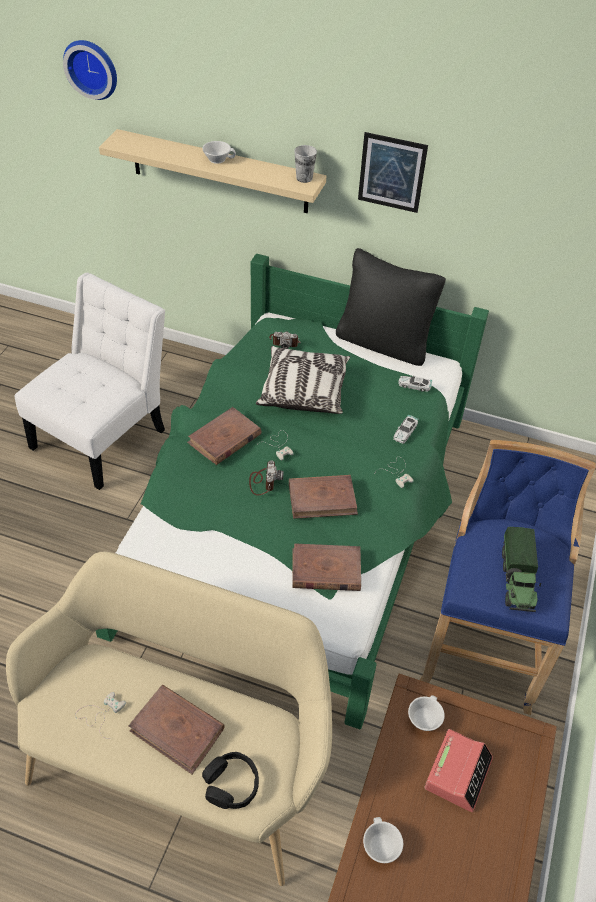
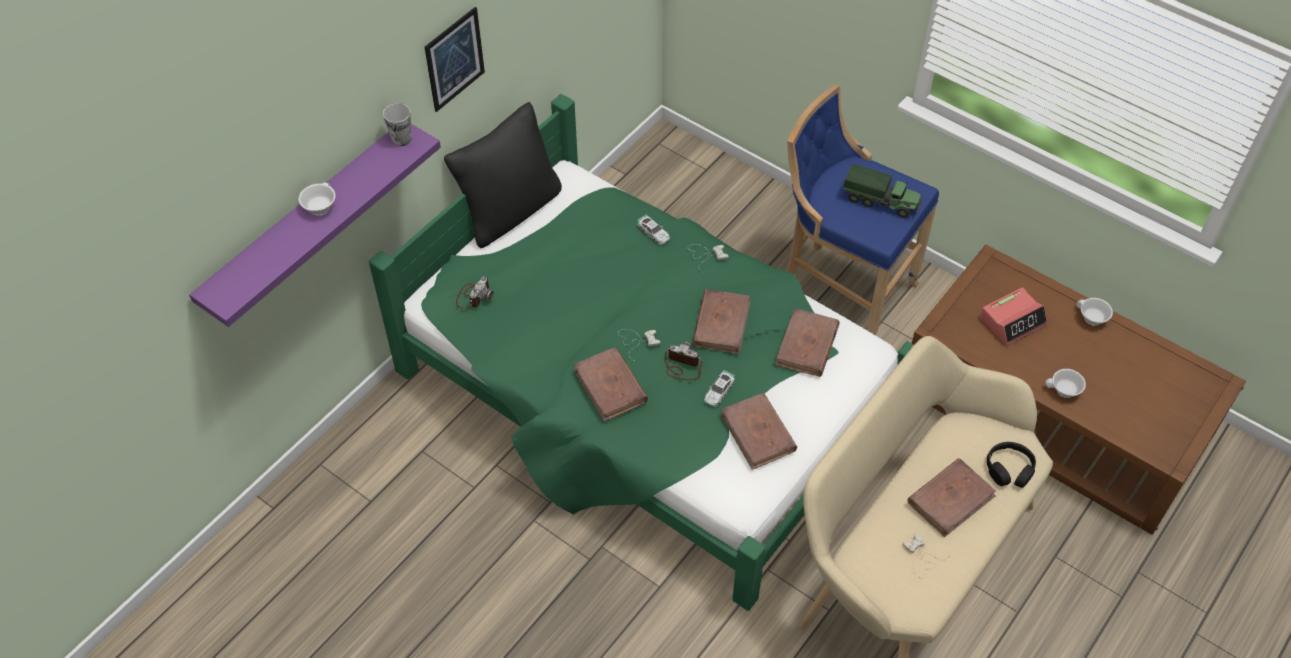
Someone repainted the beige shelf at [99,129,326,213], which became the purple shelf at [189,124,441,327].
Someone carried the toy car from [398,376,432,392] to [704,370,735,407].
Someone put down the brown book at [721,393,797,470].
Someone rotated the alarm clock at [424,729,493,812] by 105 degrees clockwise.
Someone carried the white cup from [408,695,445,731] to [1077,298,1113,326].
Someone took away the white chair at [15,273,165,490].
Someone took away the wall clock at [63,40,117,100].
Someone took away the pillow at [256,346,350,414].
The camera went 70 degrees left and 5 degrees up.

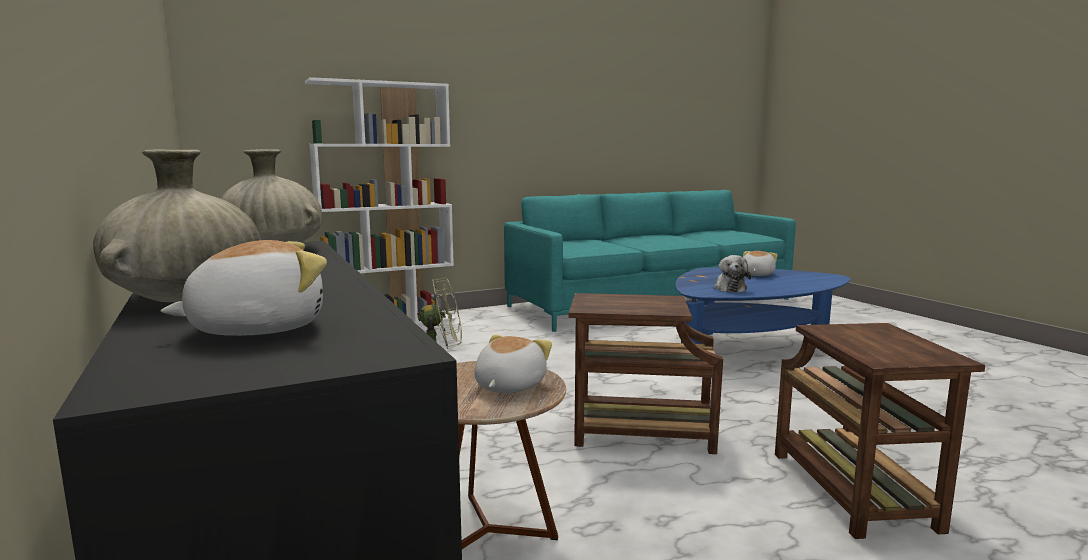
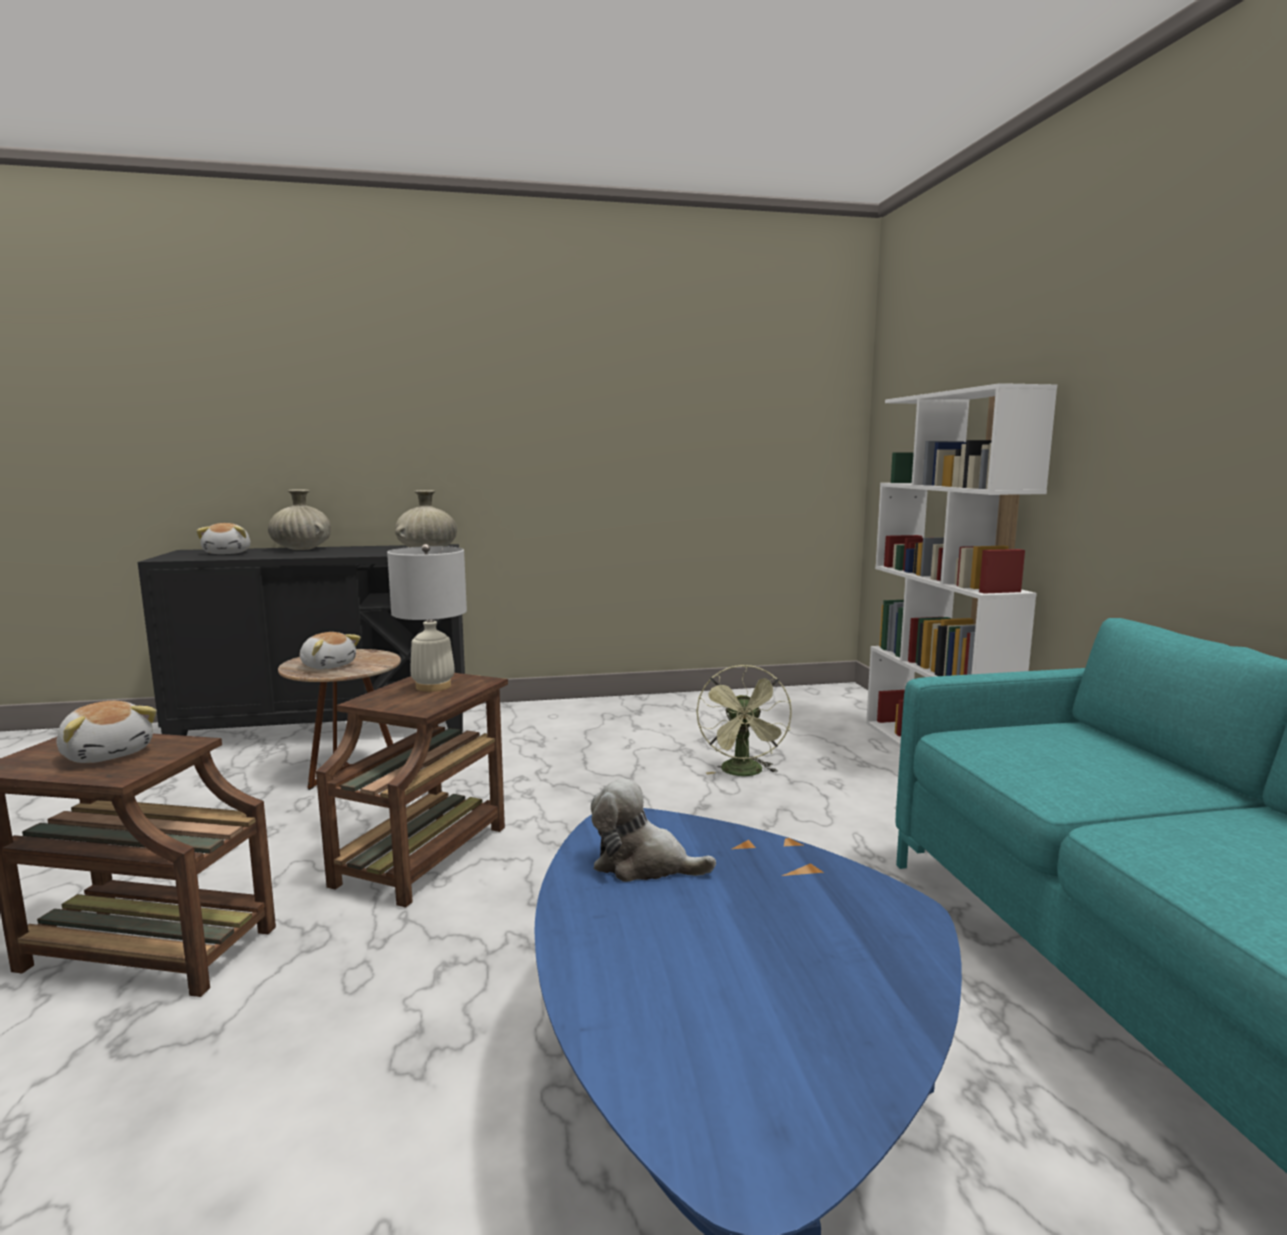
Someone carried the plush toy from [743,251,778,276] to [56,701,157,763].
Someone put down the white table lamp at [387,544,467,692].
The camera went 105 degrees right and 0 degrees up.

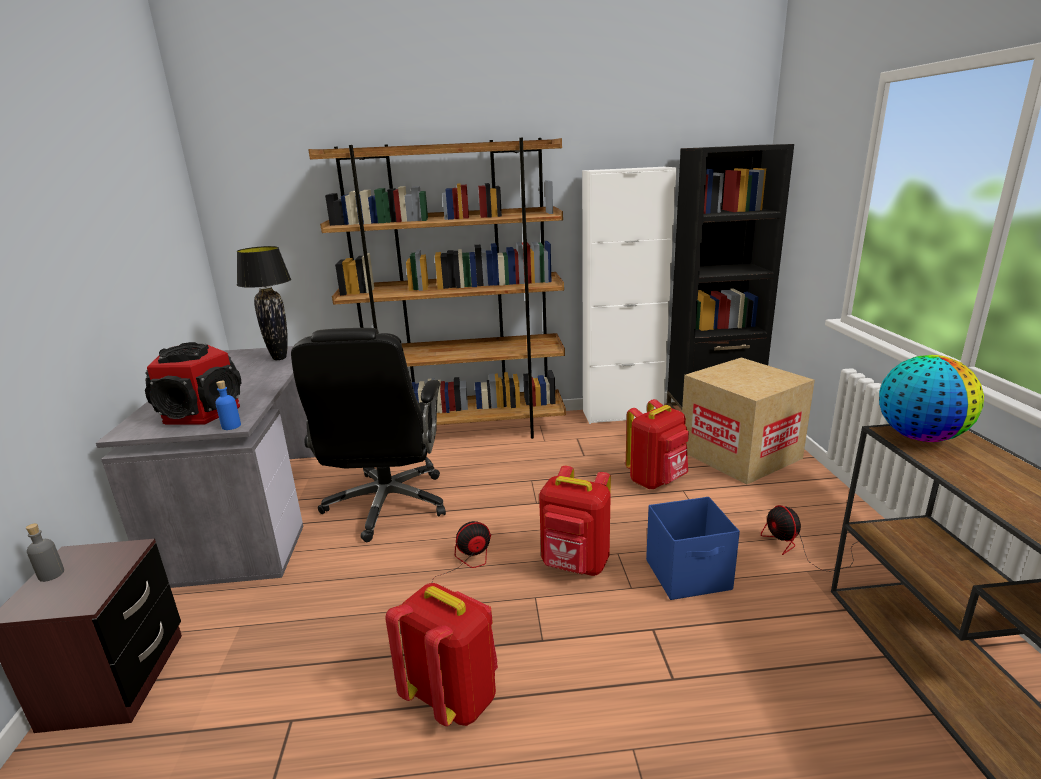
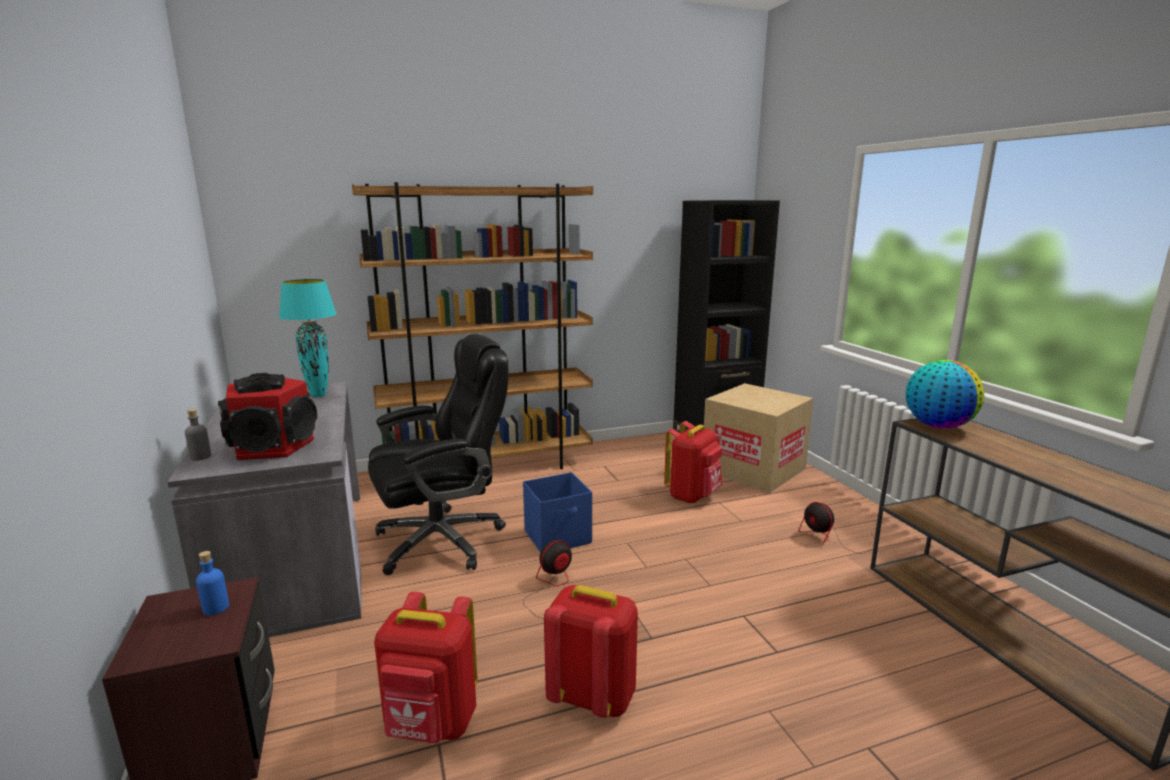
Someone carried the grey bottle from [26,523,64,582] to [185,409,211,461].
Someone carried the blue bottle from [215,381,241,430] to [196,551,229,615].
Someone repainted the black table lamp at [237,246,291,360], which became the turquoise table lamp at [279,279,337,397].
Someone rotated the black office chair at [291,328,446,542] by 105 degrees counterclockwise.
Someone carried the red backpack from [539,466,611,576] to [374,592,478,743].
Someone carried the blue storage box from [646,497,740,600] to [523,472,592,553].
Someone took away the white cabinet at [582,167,676,424].
The camera went 15 degrees left and 5 degrees down.

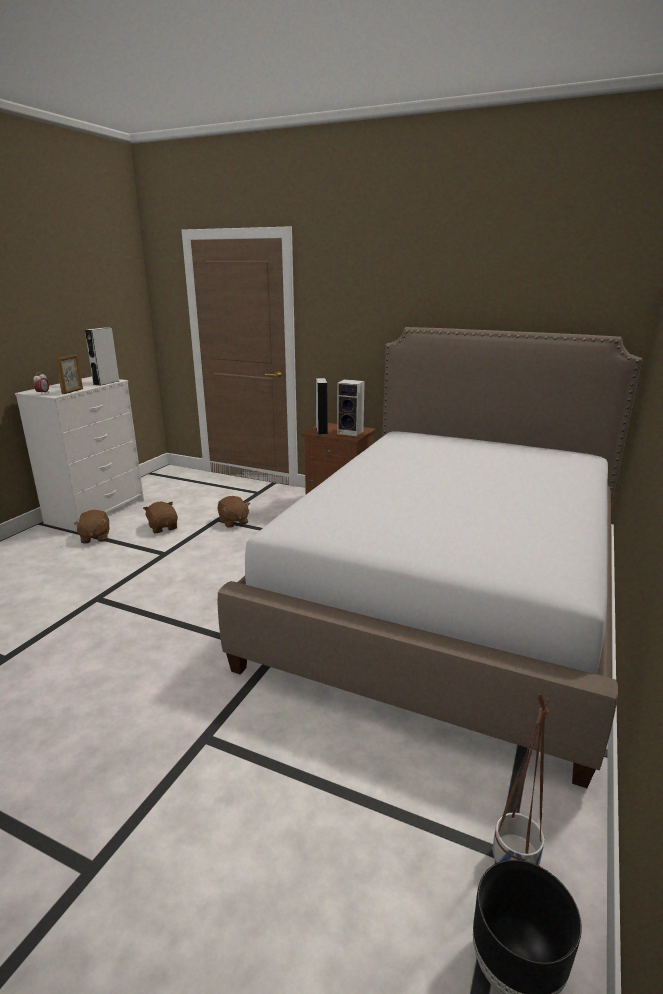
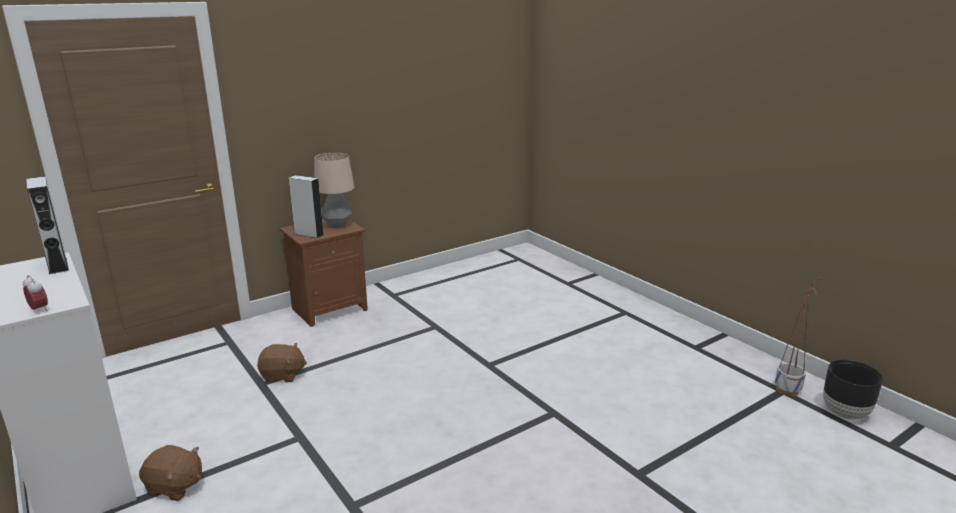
Someone swapped the speaker at [337,379,365,436] for the table lamp at [314,153,354,229].
Someone took away the picture frame at [56,354,83,394].
Someone took away the brown plush toy at [143,501,178,533].
Someone took away the bed at [218,327,642,788].
The camera went 60 degrees left and 0 degrees up.

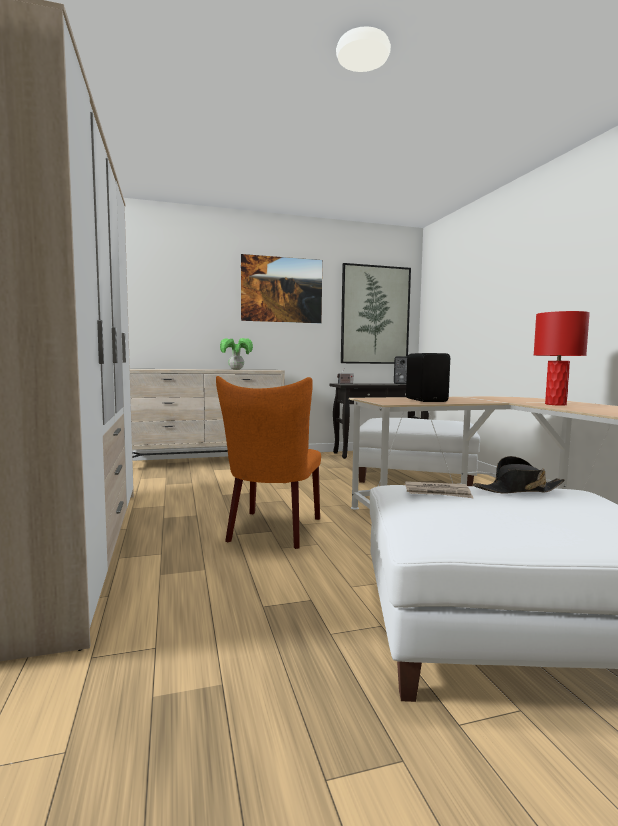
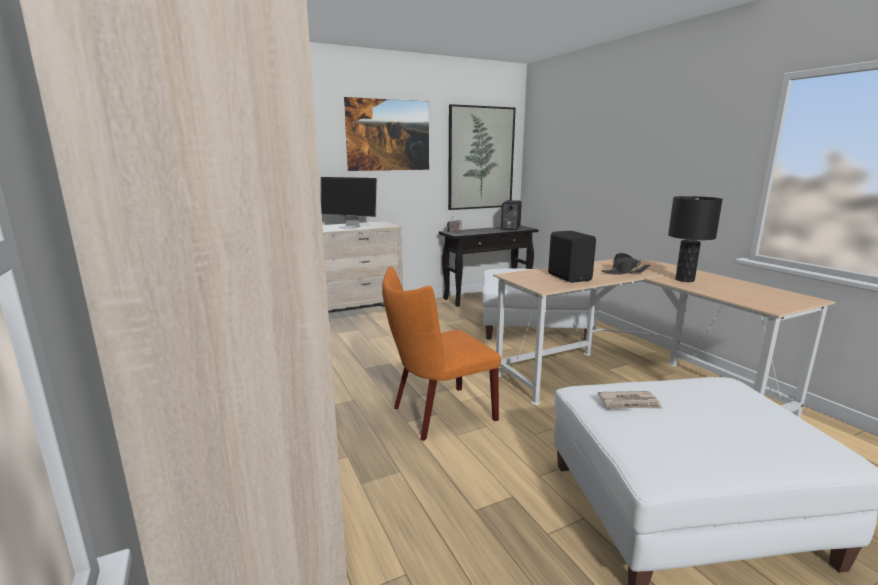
Someone swapped the potted plant at [220,338,253,370] for the monitor at [320,177,377,229].
Someone rotated the orange chair at [216,376,321,549] by 60 degrees clockwise.
Someone carried the black hat from [473,456,565,494] to [601,253,650,275].
Someone repainted the red table lamp at [534,311,590,406], which became the black table lamp at [668,196,723,282].
The camera went 10 degrees left and 10 degrees up.

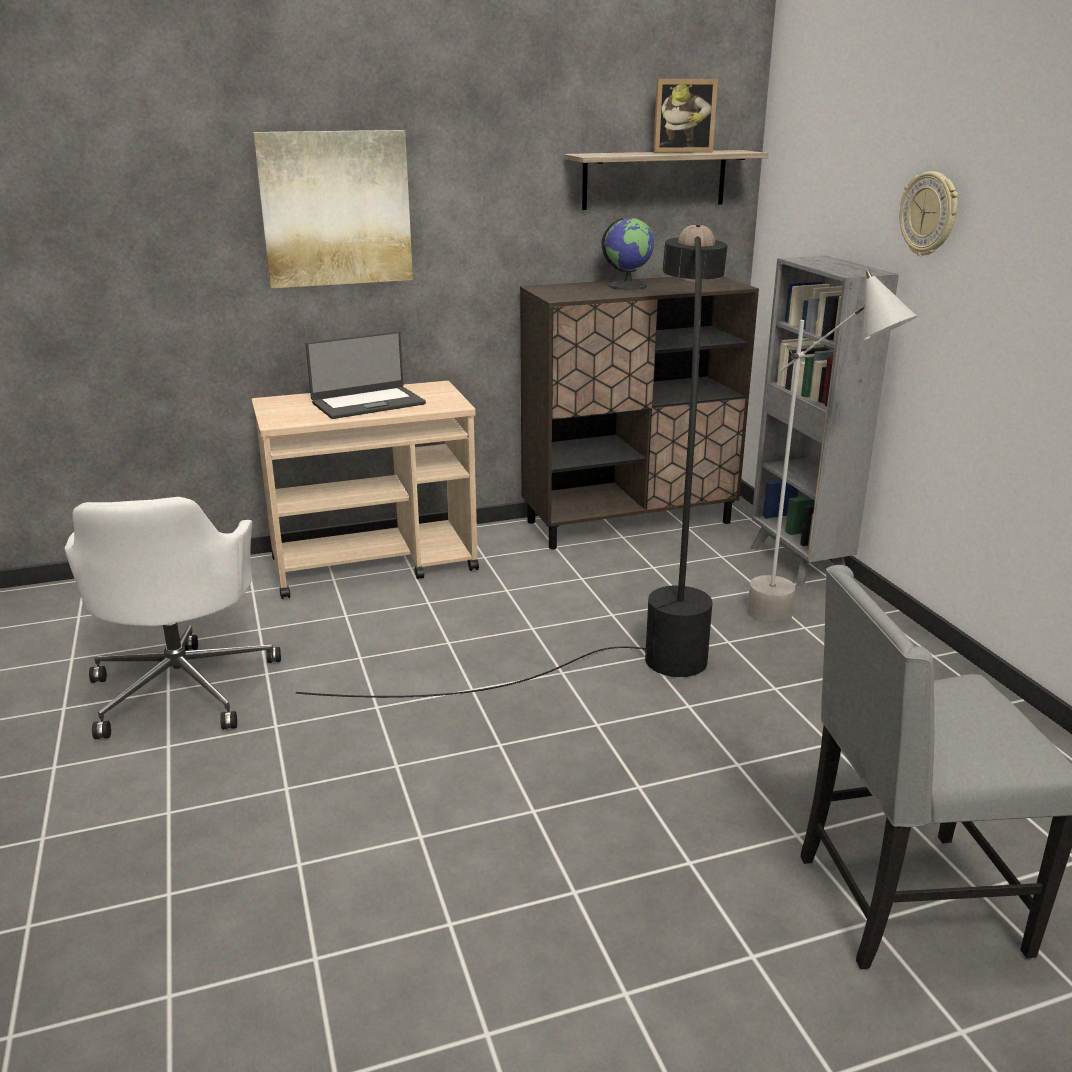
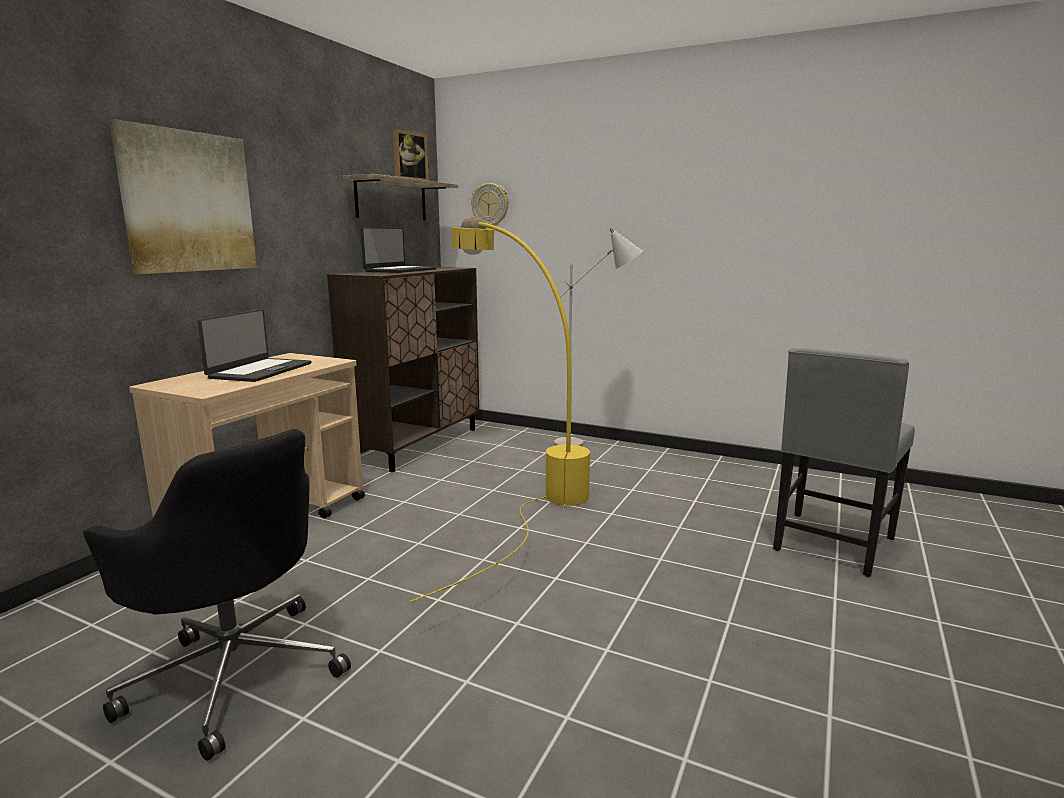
Someone repainted the white office chair at [65,497,281,739], which became the black office chair at [83,429,351,761].
Someone swapped the globe at [601,218,654,290] for the laptop at [360,227,437,273].
Someone repainted the black floor lamp at [296,225,727,698], which became the yellow floor lamp at [409,216,590,603].
Someone carried the wall clock from [900,171,958,256] to [471,183,509,226].
Someone took away the grey bookcase at [751,255,899,586].
The camera went 45 degrees left and 10 degrees down.

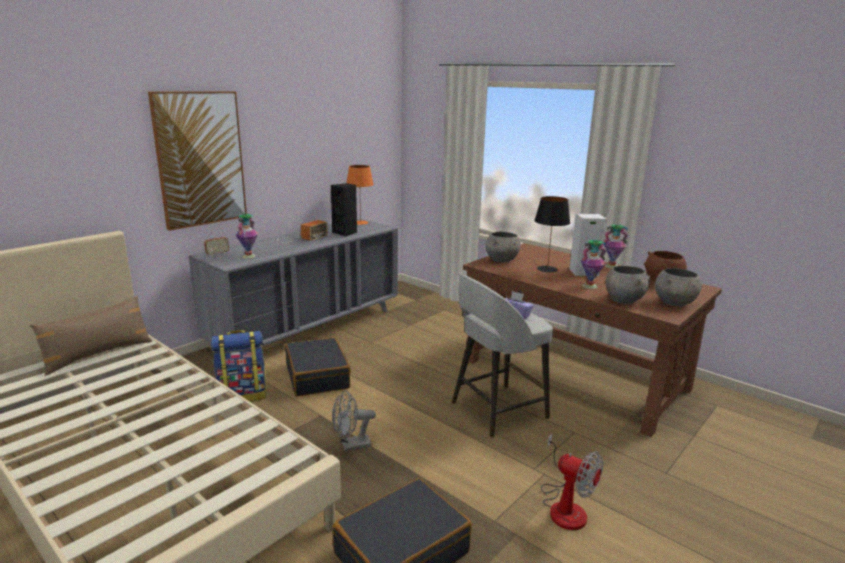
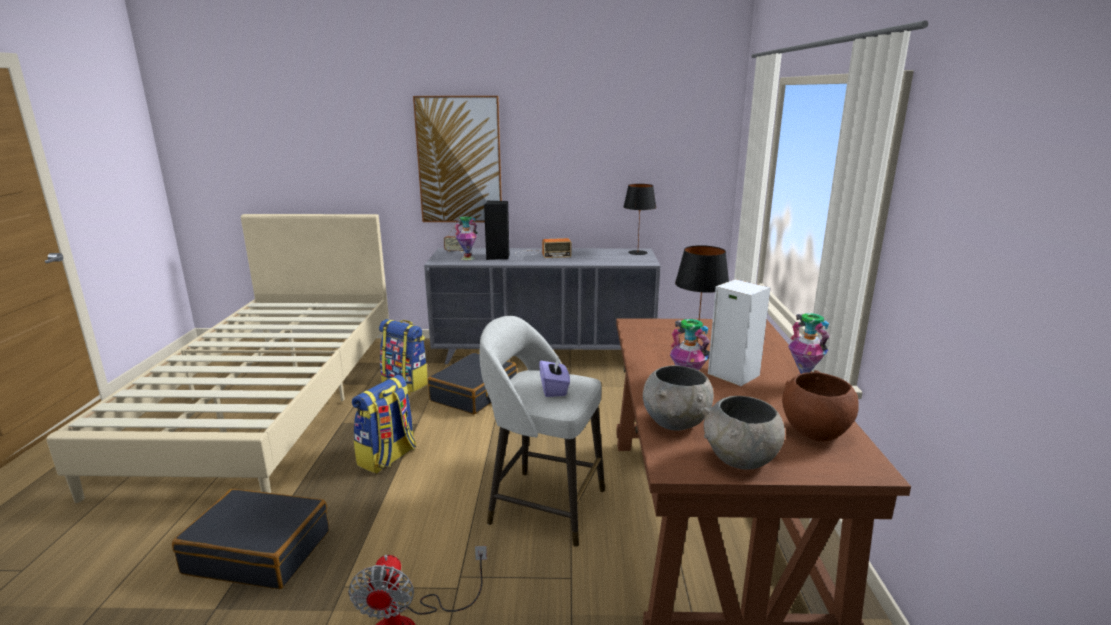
Someone swapped the grey fan at [332,390,376,451] for the backpack at [352,375,416,474].
Someone carried the black speaker from [331,183,357,237] to [484,200,509,260].
Someone repainted the orange table lamp at [346,165,374,225], which became the black table lamp at [623,184,656,255].
Someone took away the brown pillow at [30,296,152,376].
Someone took away the grey bowl at [485,232,521,262].
The camera went 50 degrees right and 0 degrees up.

